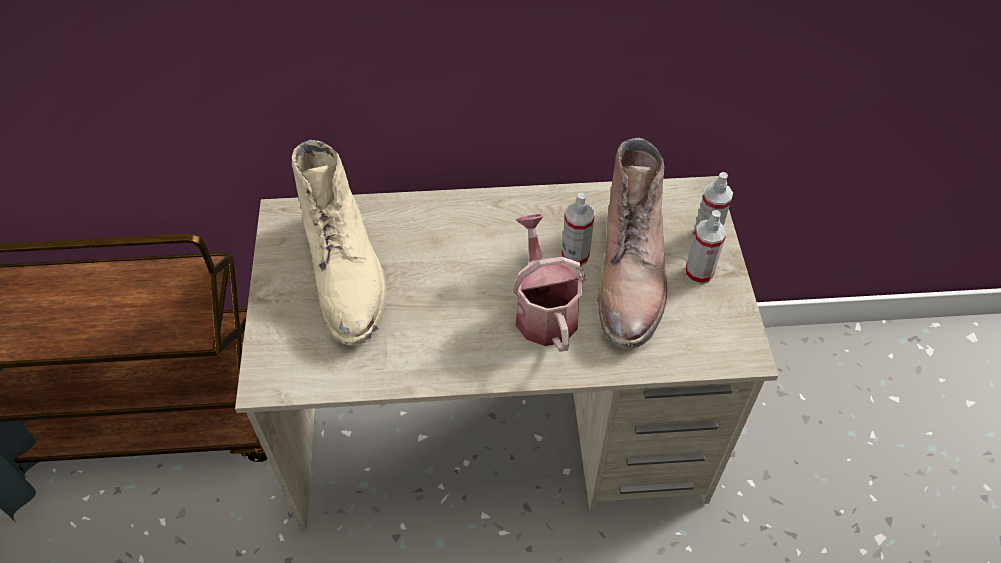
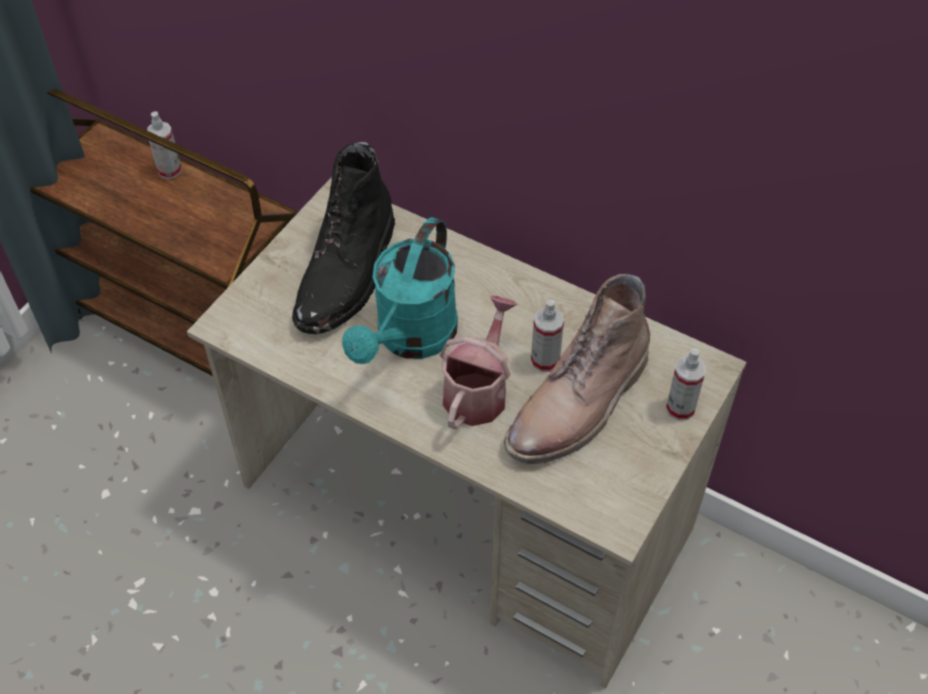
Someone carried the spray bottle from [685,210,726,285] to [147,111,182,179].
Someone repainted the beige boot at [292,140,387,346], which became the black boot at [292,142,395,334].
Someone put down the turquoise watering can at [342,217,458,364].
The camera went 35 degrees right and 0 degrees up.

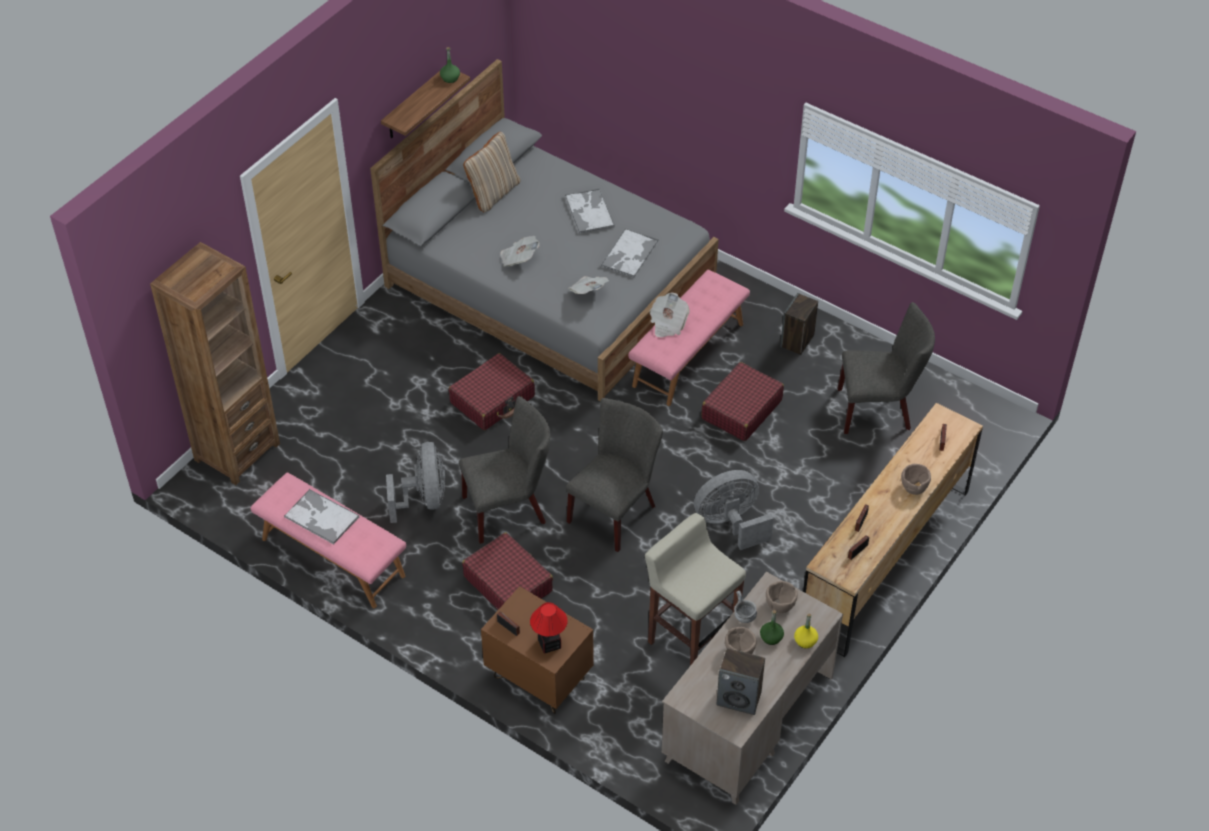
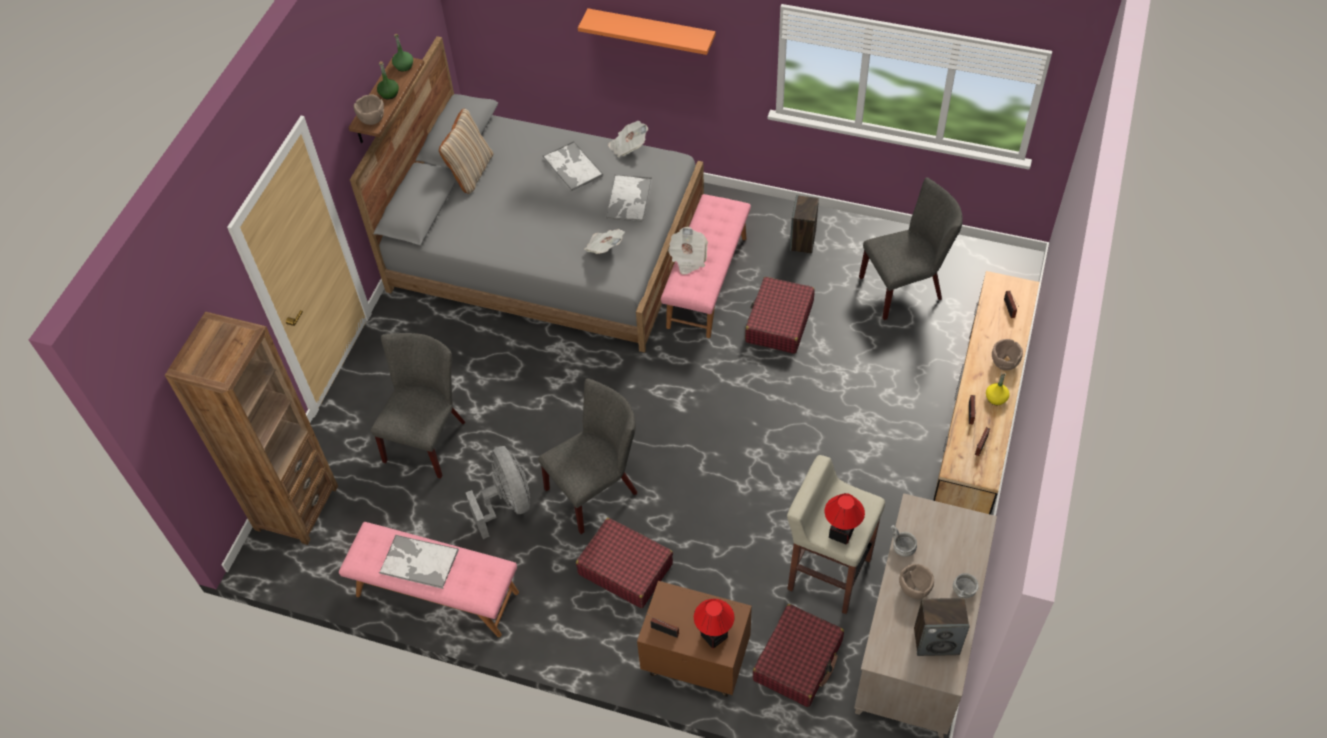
Someone carried the brown bowl from [766,581,798,613] to [354,94,384,125].
Someone carried the grey chair from [566,398,663,552] to [371,333,466,479].
Someone carried the green bottle from [760,610,784,645] to [377,61,399,99].
Someone put up the orange shelf at [578,8,715,55].
Someone carried the newspaper from [500,236,540,267] to [608,121,648,157].
Someone carried the red suitcase from [449,353,535,430] to [753,604,844,707].
Someone put down the table lamp at [825,493,865,545].
Someone put down the grey bowl at [953,573,978,598].
Someone carried the yellow bottle from [794,614,818,648] to [986,371,1010,405].
Someone took away the grey fan at [694,470,774,550].
The camera went 15 degrees left and 5 degrees up.

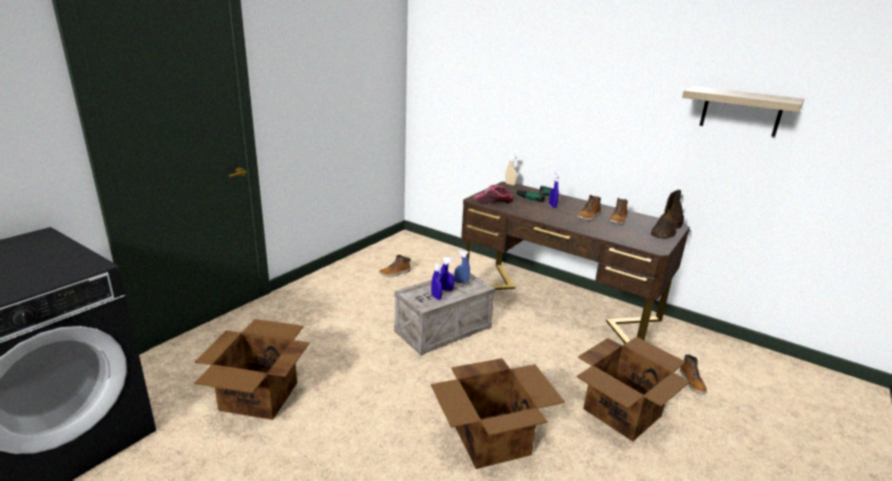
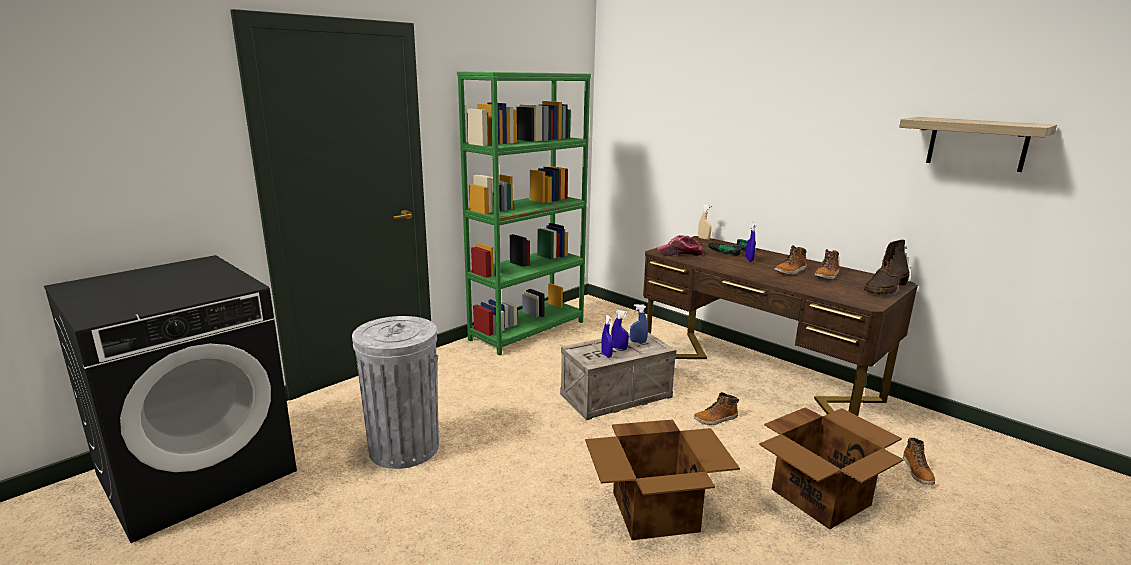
Someone swapped the cardboard box at [195,319,309,420] for the grey trash can at [352,316,439,469].
Someone put down the green bookcase at [457,71,591,356].
Someone carried the boot from [379,255,411,277] to [694,392,739,425].
The camera went 10 degrees right and 5 degrees down.

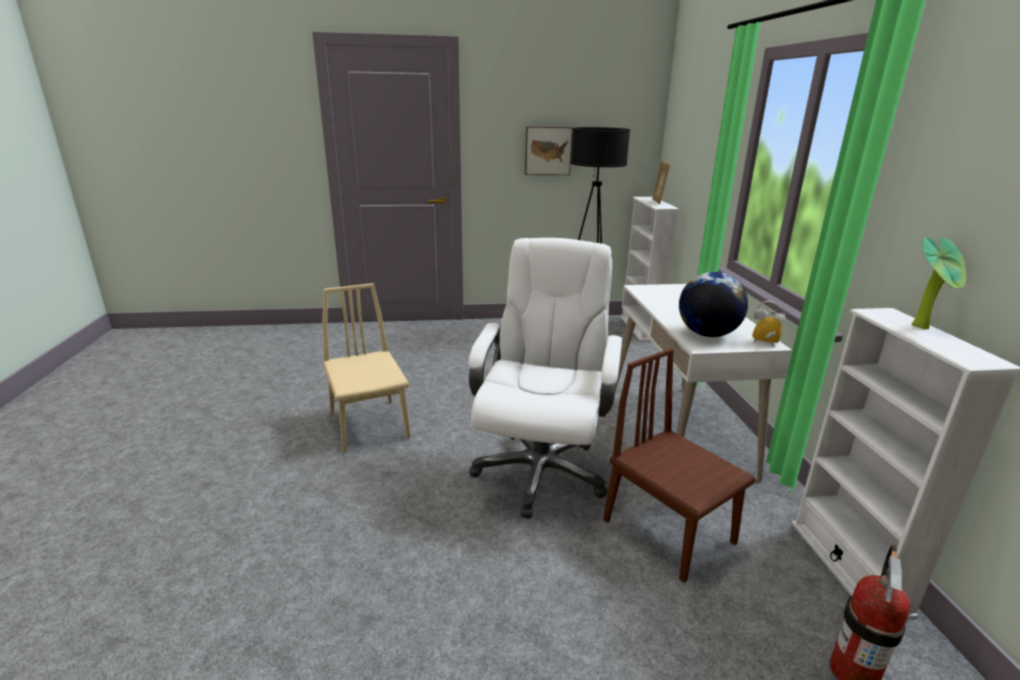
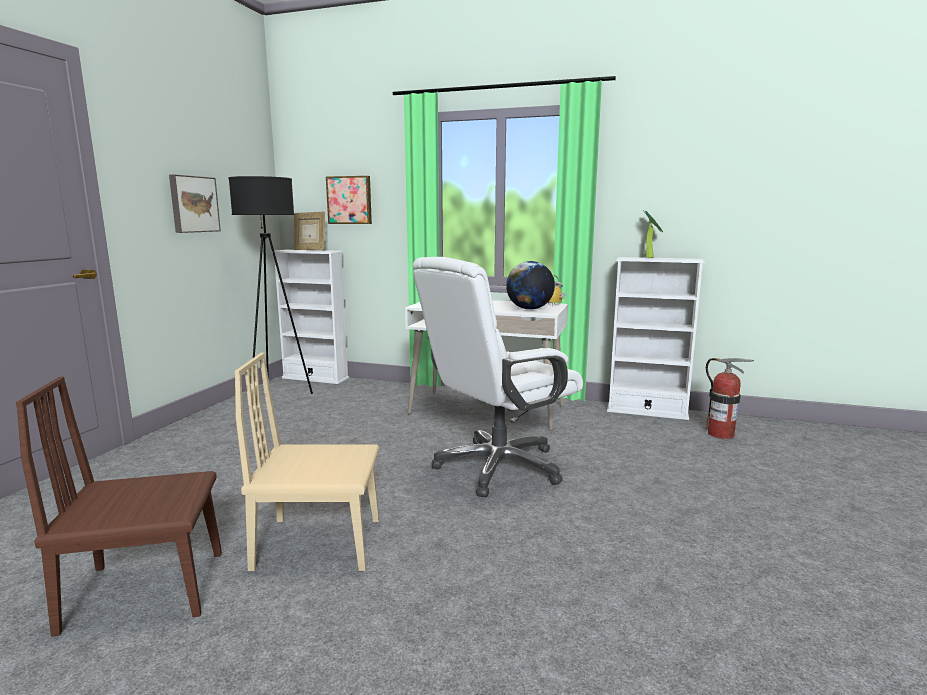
Someone carried the brown chair from [603,348,756,583] to [16,376,222,637].
Someone put up the picture at [326,176,372,224].
Someone rotated the white office chair at [468,238,622,519] by 75 degrees counterclockwise.
The camera went 65 degrees left and 10 degrees down.

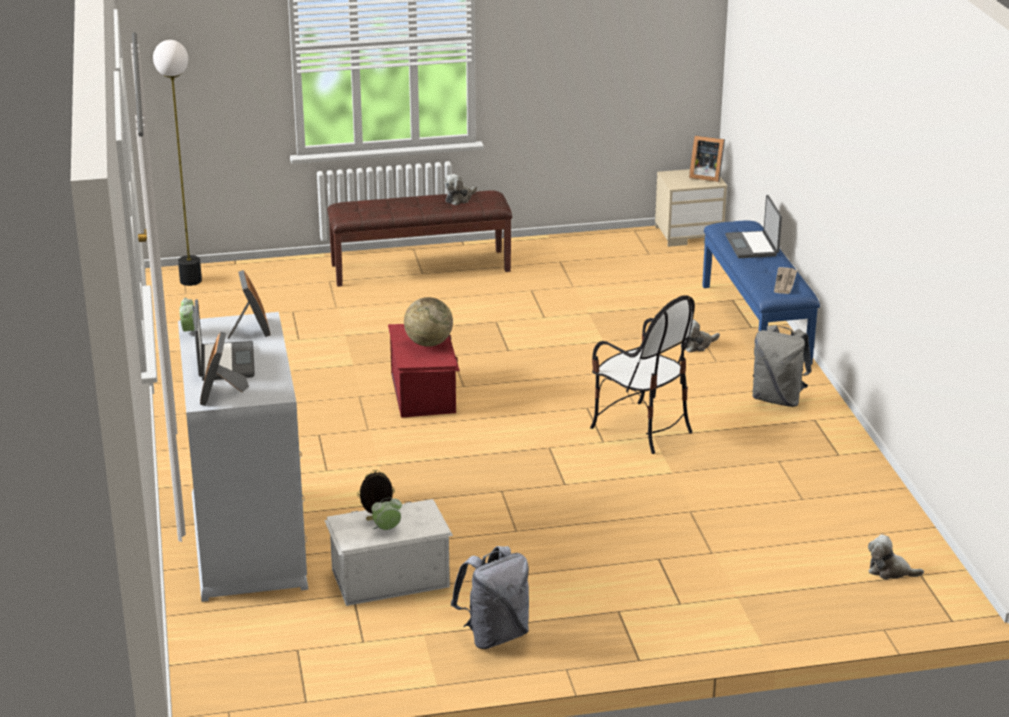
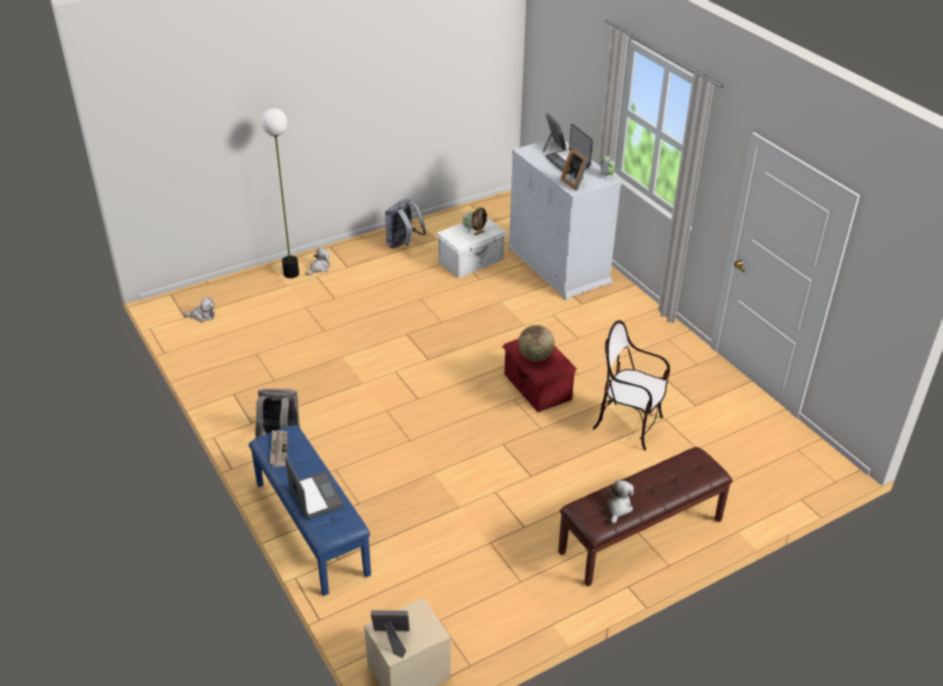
Someone carried the floor lamp from [153,40,202,286] to [261,108,299,278].
Someone carried the plush toy from [681,319,720,353] to [306,248,330,275].
Someone carried the chair from [590,295,695,454] to [592,320,670,451].
The camera went 160 degrees right and 10 degrees up.

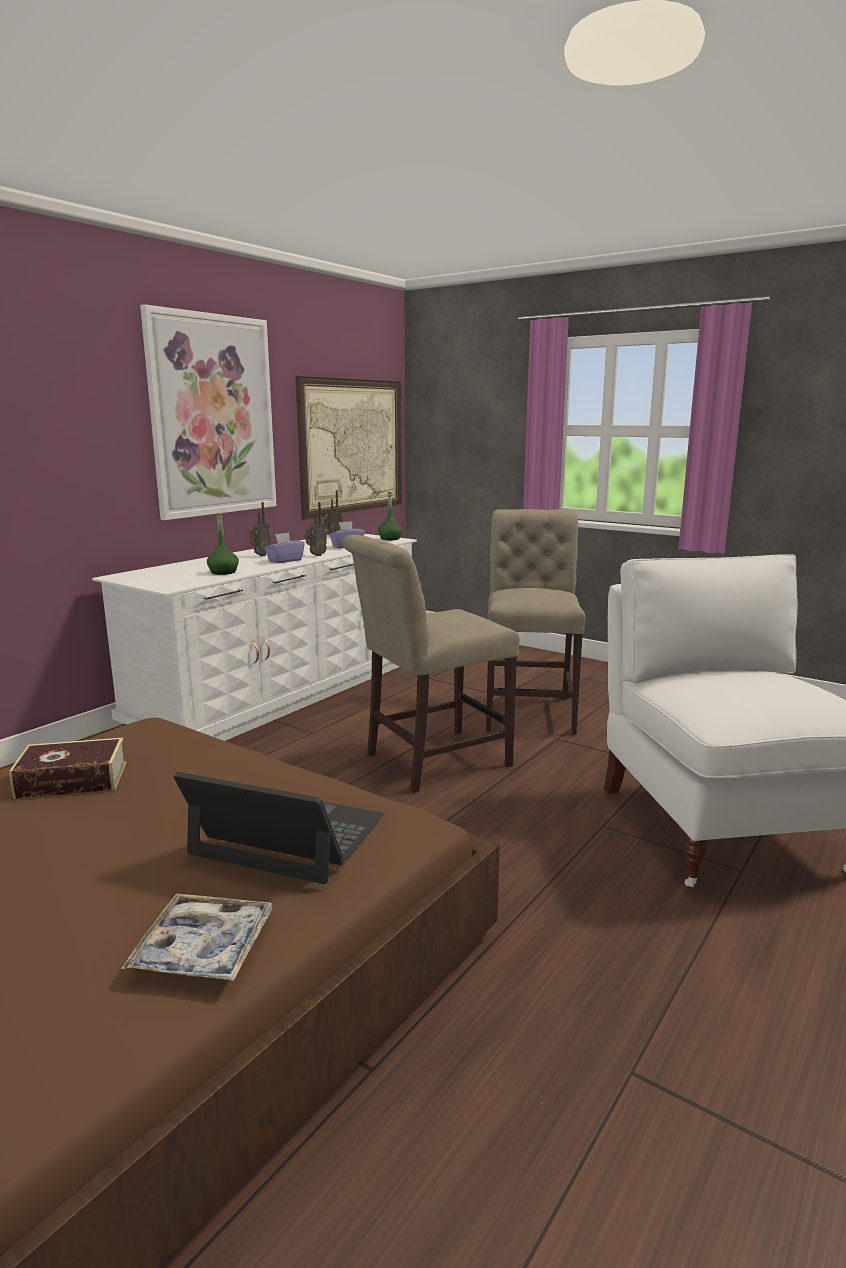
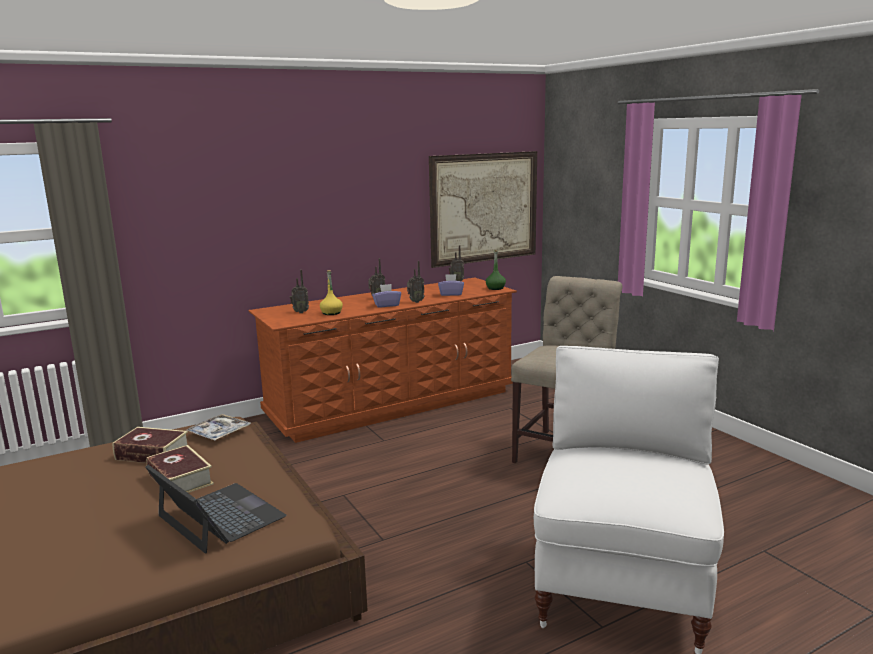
Someone put down the book at [147,445,214,498].
Someone carried the tray from [121,893,273,981] to [185,414,251,440].
Someone repainted the white dresser at [92,534,417,741], which became the brown dresser at [249,278,517,443].
Someone put down the radio at [290,270,309,313].
Someone repainted the green bottle at [207,513,239,575], which became the yellow bottle at [320,270,343,315].
Someone took away the picture at [140,304,276,520].
Someone took away the beige chair at [343,535,520,793].
The camera went 25 degrees right and 0 degrees up.

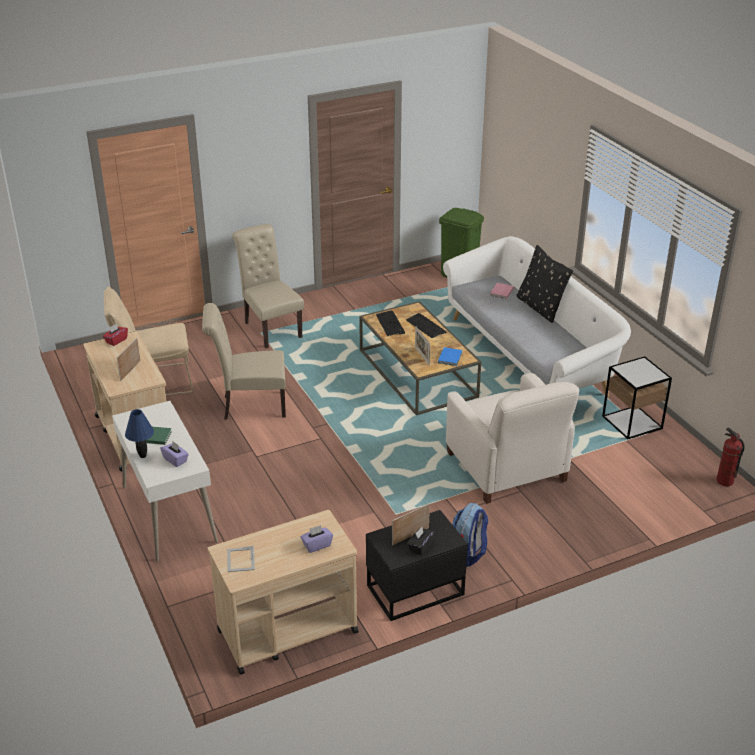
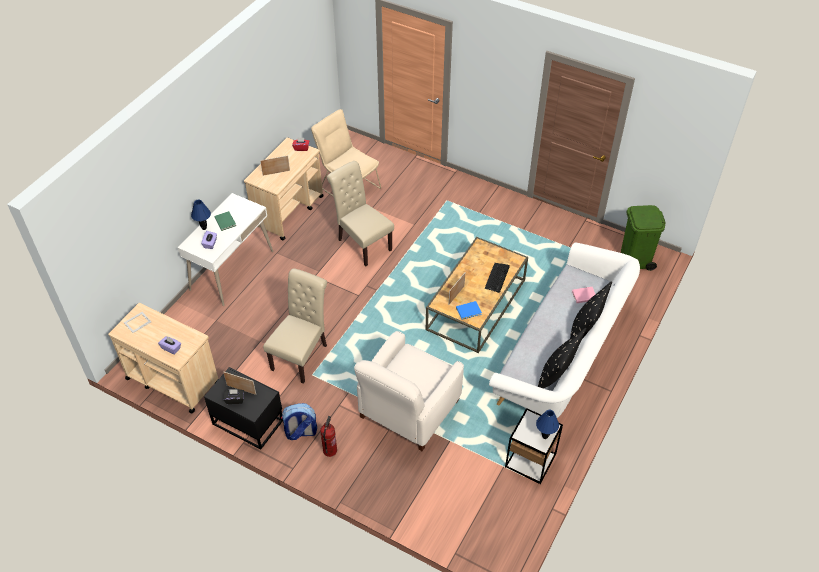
Someone carried the beige chair from [232,224,304,348] to [263,268,327,384].
Someone carried the fire extinguisher from [716,428,745,486] to [320,416,337,457].
Someone put down the blue table lamp at [536,410,559,439].
Someone put down the black pillow at [538,328,587,389].
Someone took away the keyboard at [376,310,405,336].
The camera went 55 degrees right and 15 degrees up.

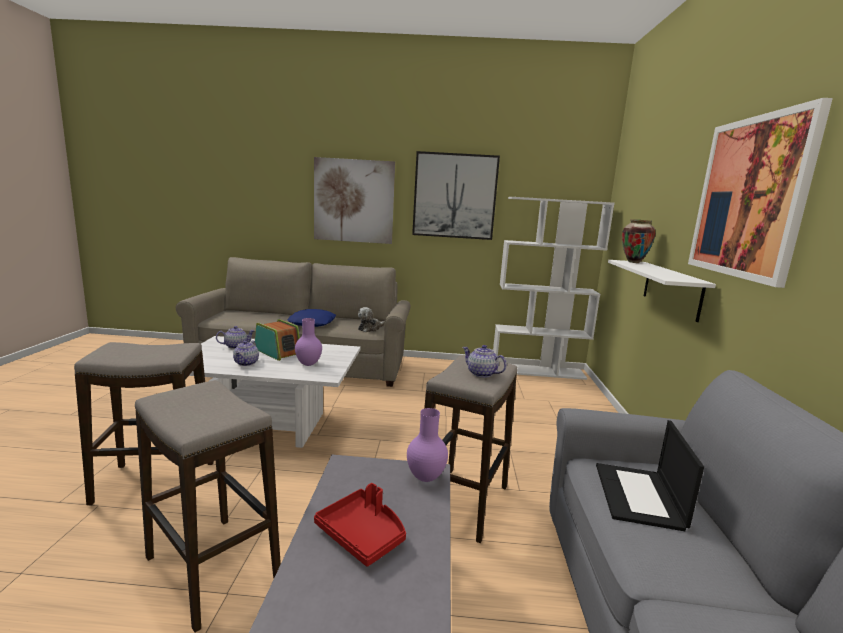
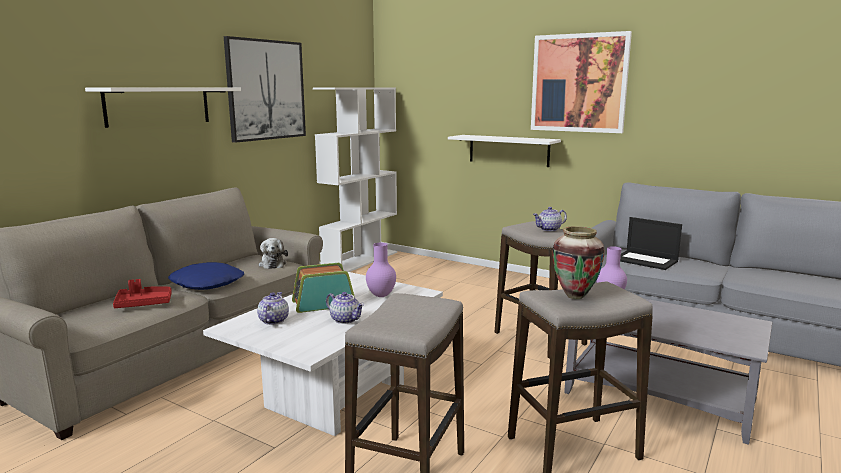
Someone swapped the picture at [314,157,395,244] for the white shelf at [85,87,241,128].
Someone carried the red tray from [314,483,406,567] to [113,279,172,308].
Someone carried the vase from [622,219,656,263] to [553,226,605,299].
The camera went 60 degrees left and 0 degrees up.

